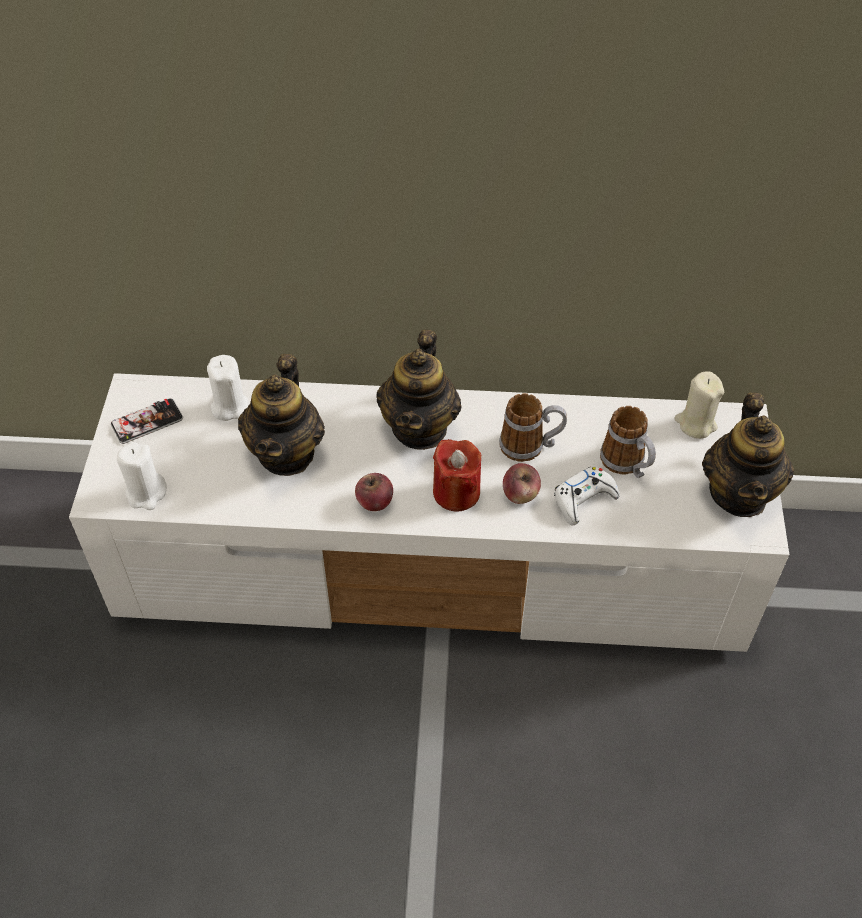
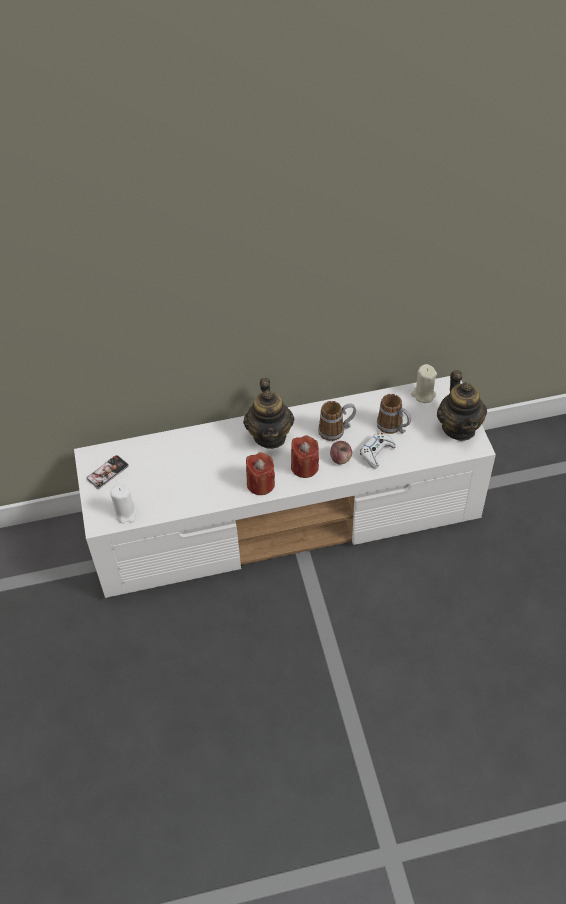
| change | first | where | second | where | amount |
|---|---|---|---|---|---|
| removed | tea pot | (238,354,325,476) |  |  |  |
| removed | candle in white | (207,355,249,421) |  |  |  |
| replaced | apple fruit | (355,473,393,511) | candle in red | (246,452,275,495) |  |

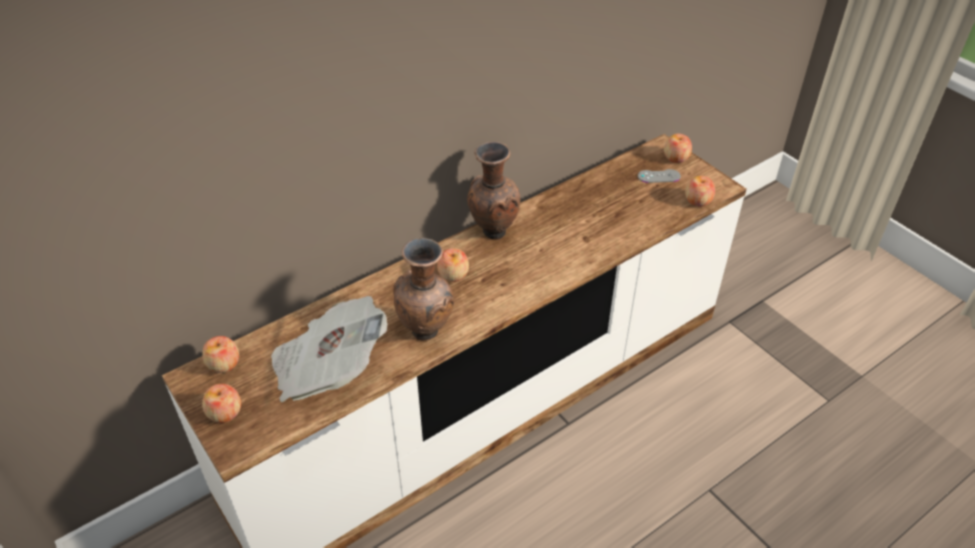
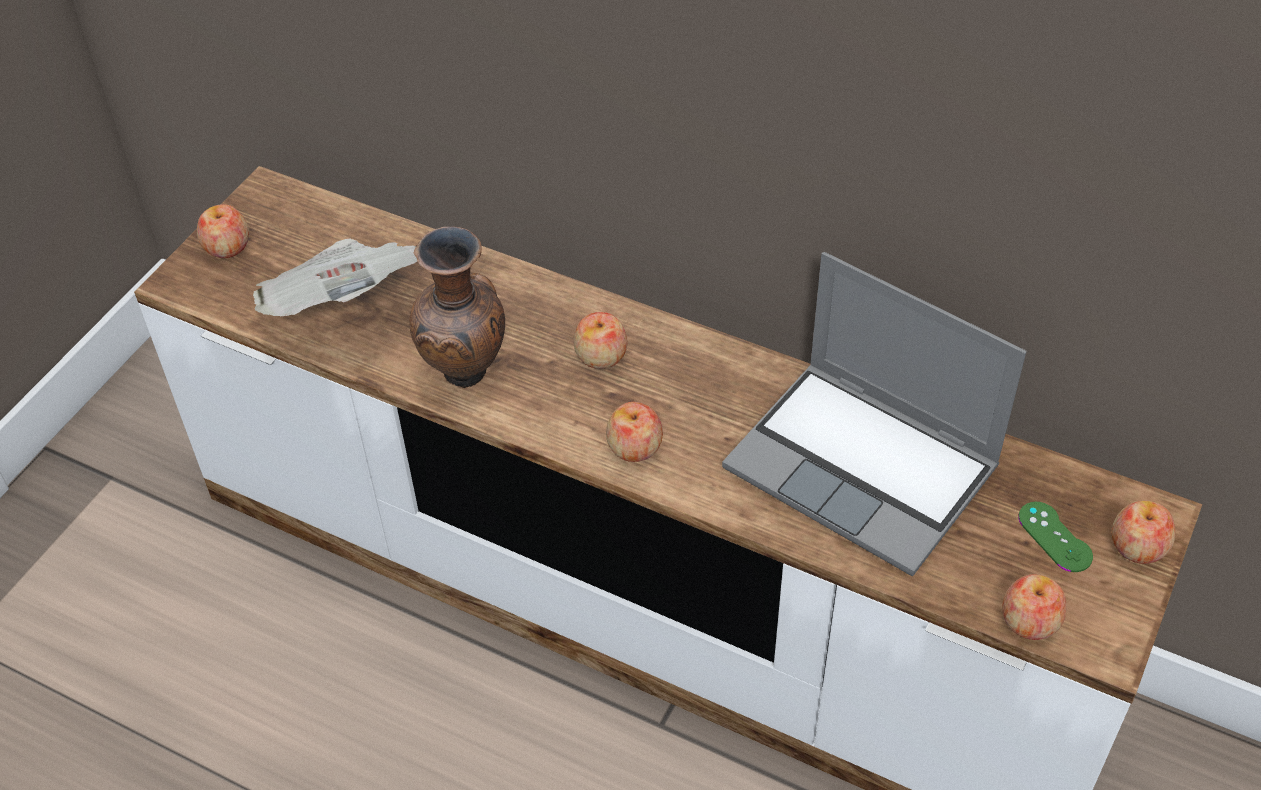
| change | first | where | second | where | amount |
|---|---|---|---|---|---|
| removed | flower vase in brown | (467,142,520,240) |  |  |  |
| recoloured | joypad in gray | (638,169,681,183) | joypad in green | (1018,502,1093,572) |  |
| moved | apple fruit | (202,336,239,373) |  | (606,402,663,462) |  |
| added |  |  | portable computer | (722,252,1026,576) |  |

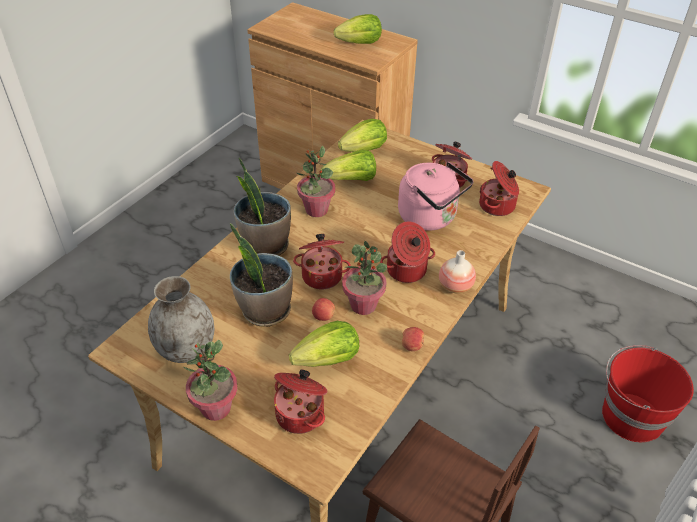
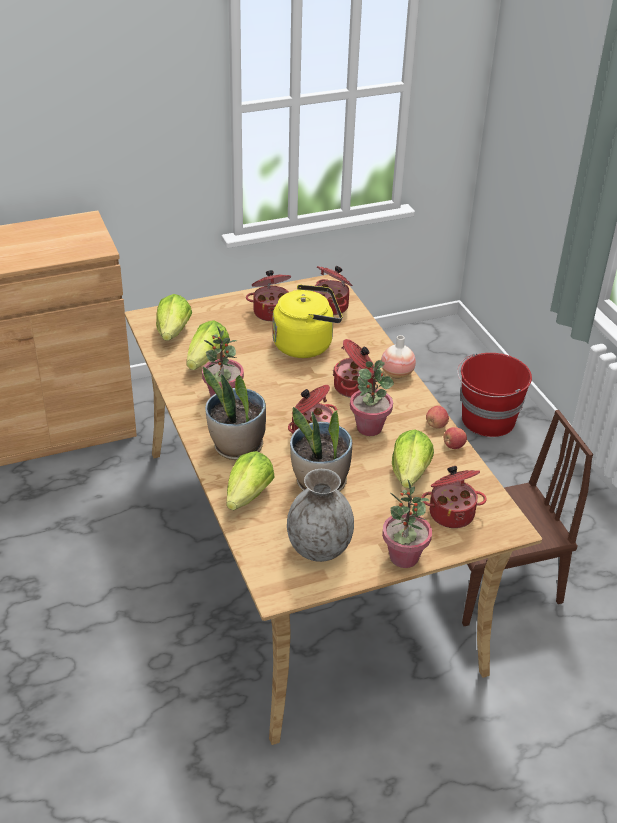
| change | first | where | second | where | amount |
|---|---|---|---|---|---|
| moved | lettuce | (334,14,382,44) |  | (226,451,275,510) |  |
| recoloured | tea kettle in pink-coloured | (398,162,473,231) | tea kettle in yellowish | (272,284,342,358) |  |
| moved | apple fruit | (312,298,335,321) |  | (444,427,467,449) |  |

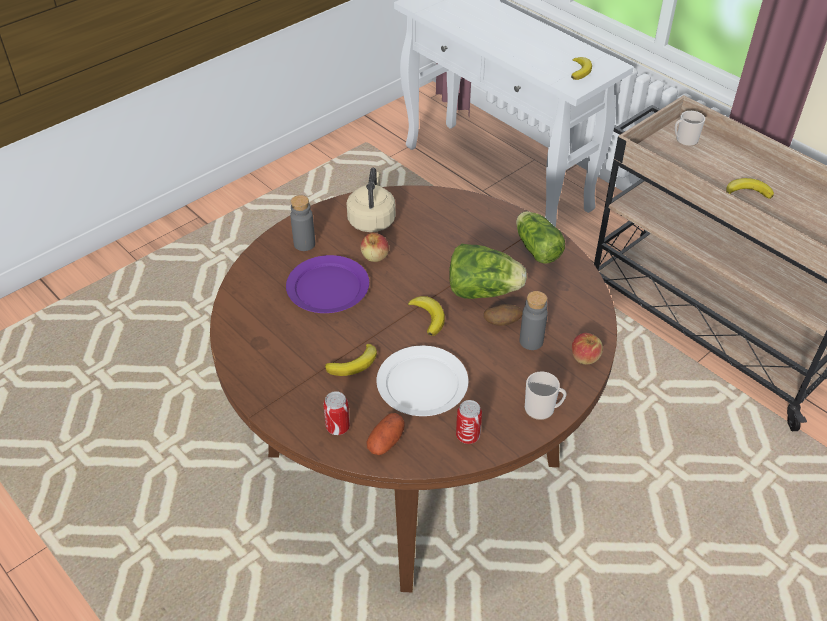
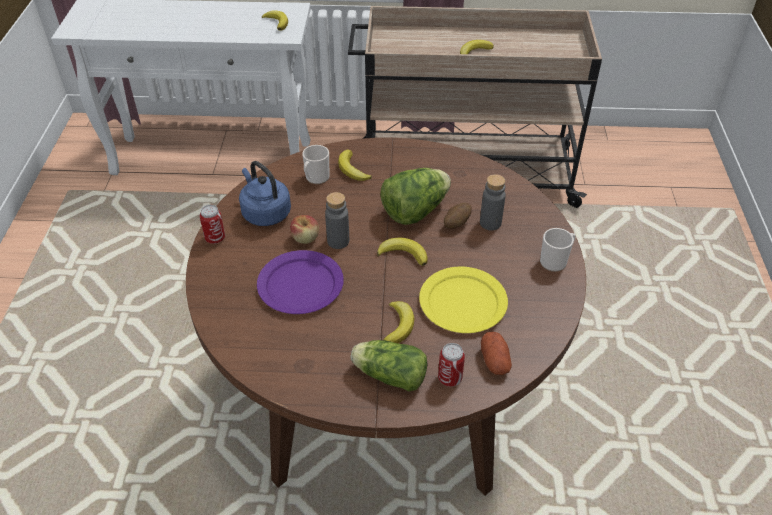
| change | first | where | second | where | amount |
|---|---|---|---|---|---|
| moved | mug | (675,111,705,146) |  | (302,145,329,184) |  |
| recoloured | tea kettle in beige | (346,168,396,232) | tea kettle in blue | (239,161,291,226) |  |
| moved | drink bottle in gray | (290,195,315,251) |  | (325,192,349,249) |  |
| moved | lettuce | (516,211,565,264) |  | (350,340,427,392) |  |
| removed | apple fruit | (572,333,603,364) |  |  |  |
| recoloured | dinner plate in white | (377,346,469,416) | dinner plate in yellowish | (419,267,508,333) |  |
| moved | metal can | (456,400,482,444) |  | (200,205,225,244) |  |
| added |  |  | whole banana | (338,150,372,181) |  |

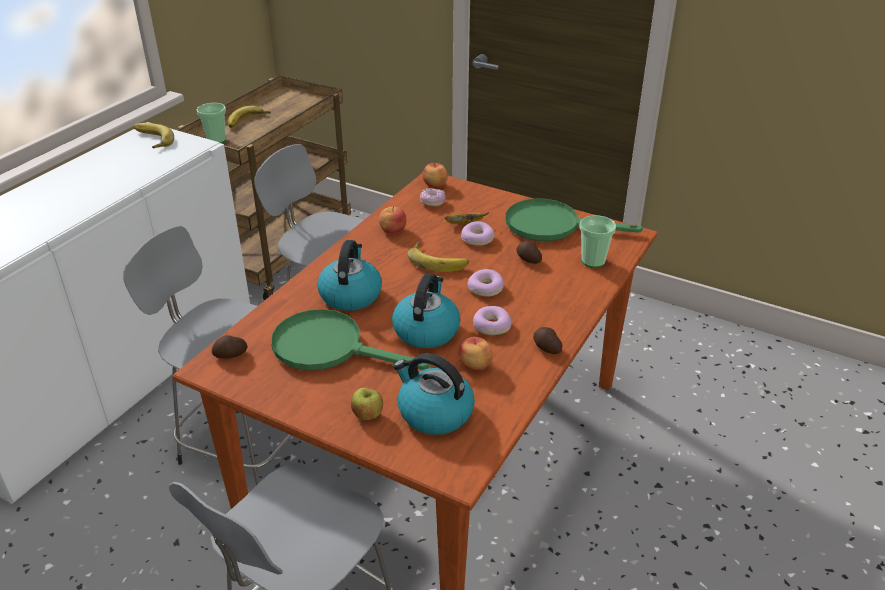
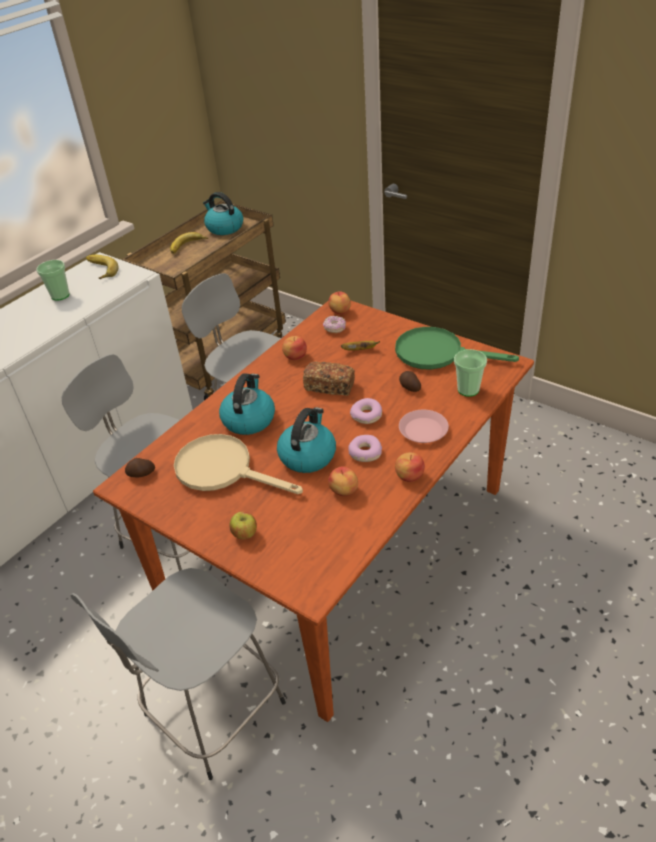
| change | first | where | second | where | amount |
|---|---|---|---|---|---|
| moved | cup | (197,103,226,143) |  | (37,260,70,300) |  |
| removed | ring doughnut | (461,221,495,246) |  |  |  |
| replaced | whole banana | (407,241,469,272) | bakery bread | (303,361,355,396) |  |
| recoloured | frying pan in green | (271,309,429,371) | frying pan in beige | (174,434,303,494) |  |
| replaced | potato | (533,327,563,354) | apple fruit | (395,452,425,482) |  |
| moved | tea kettle | (393,353,475,435) |  | (203,192,243,235) |  |
| added |  |  | dinner plate in pink-coloured | (399,410,449,443) |  |

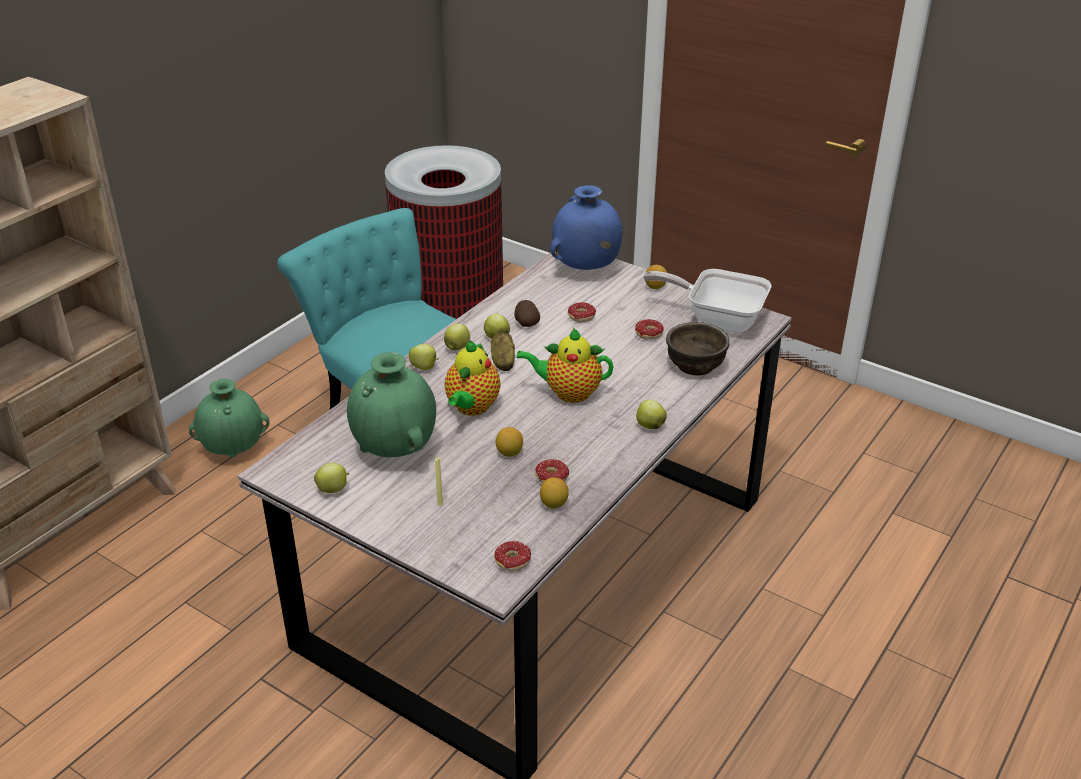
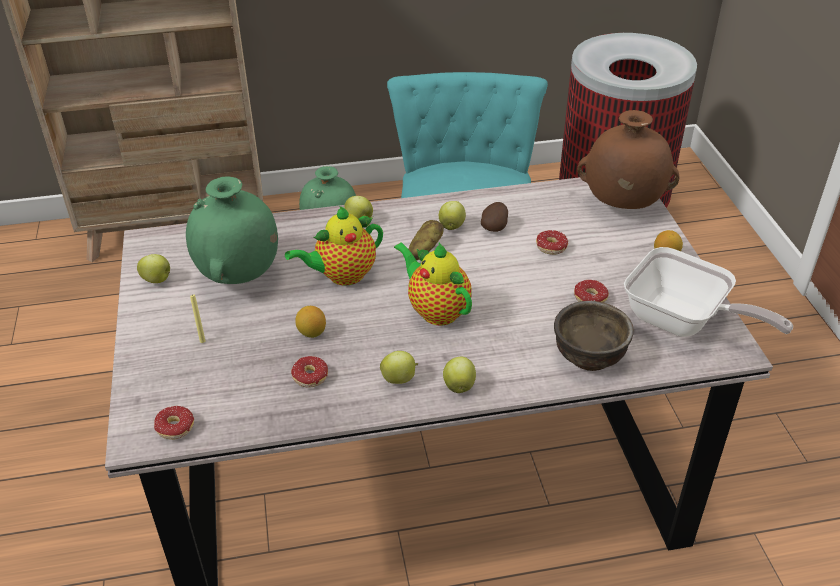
| change | first | where | second | where | amount |
|---|---|---|---|---|---|
| recoloured | flower vase in blue | (550,185,623,270) | flower vase in brown | (577,110,679,209) |  |
| turned | frying pan | (643,269,772,333) |  | (624,247,793,337) | 150 degrees clockwise |
| moved | apple fruit | (444,324,470,350) |  | (380,351,418,384) |  |
| removed | lemon | (540,477,569,508) |  |  |  |

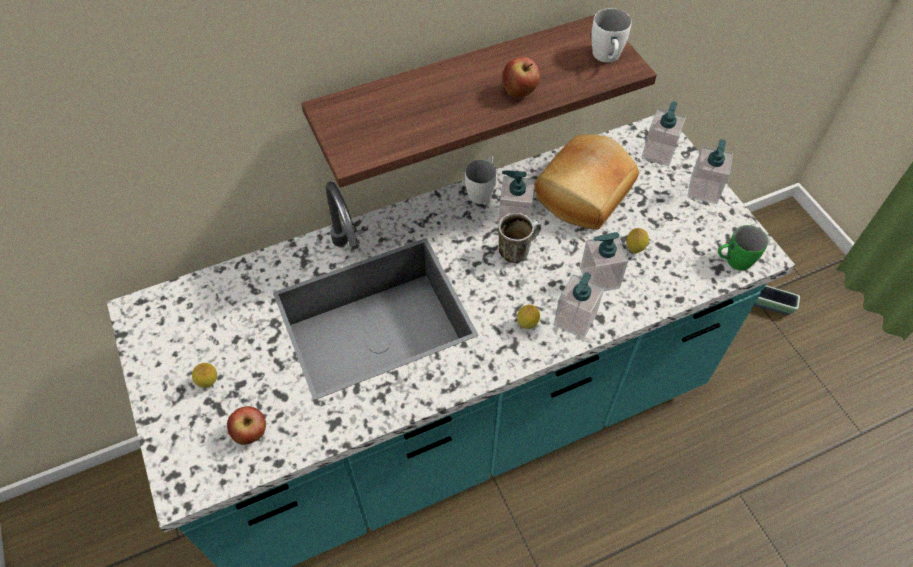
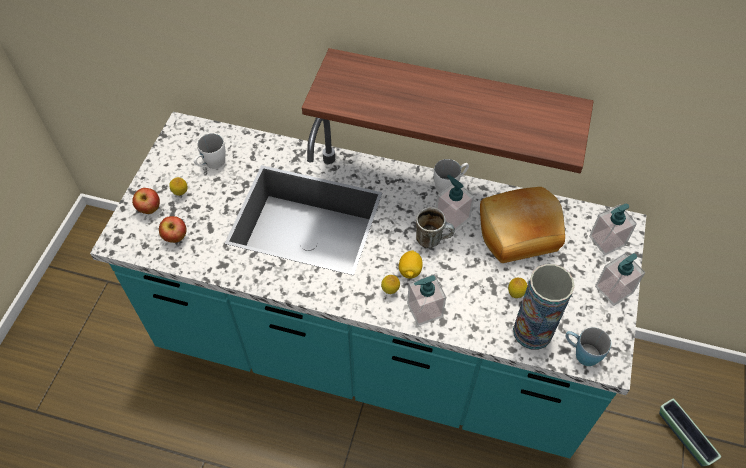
| change | first | where | second | where | amount |
|---|---|---|---|---|---|
| moved | mug in white | (592,8,632,62) |  | (194,133,226,169) |  |
| moved | apple fruit | (503,57,540,97) |  | (132,188,160,214) |  |
| recoloured | mug in green | (718,225,768,271) | mug in blue | (565,327,611,366) |  |
| removed | soap dispenser | (580,232,629,292) |  |  |  |
| added |  |  | lemon | (399,251,423,279) |  |
| added |  |  | flower vase | (513,264,575,350) |  |

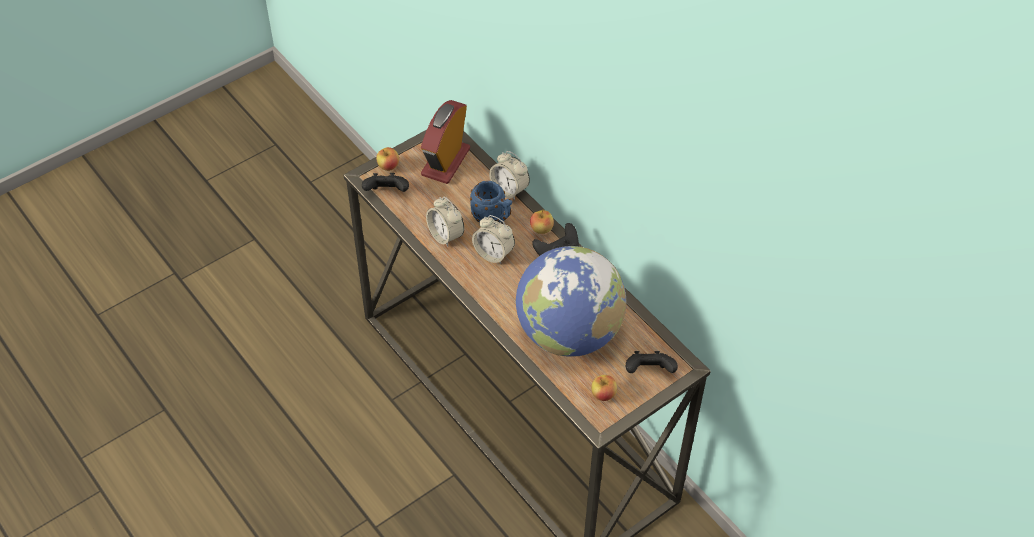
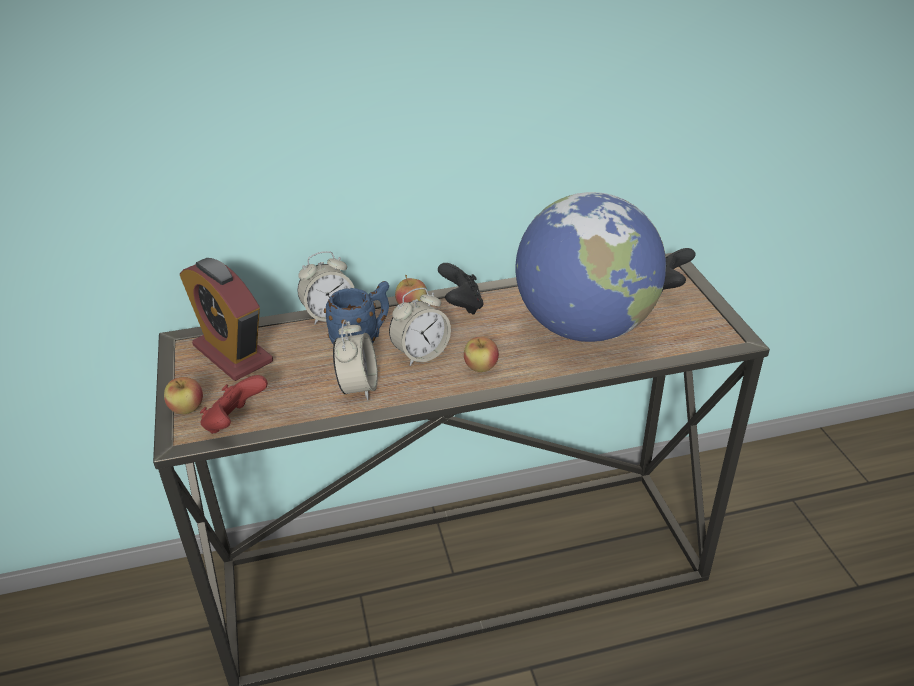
| change | first | where | second | where | amount |
|---|---|---|---|---|---|
| recoloured | joypad in blackish | (362,173,409,192) | joypad in red | (200,375,268,434) |  |
| turned | table clock | (426,197,464,247) |  | (333,320,378,400) | 75 degrees counterclockwise |
| moved | apple fruit | (591,375,617,401) |  | (464,337,499,372) |  |

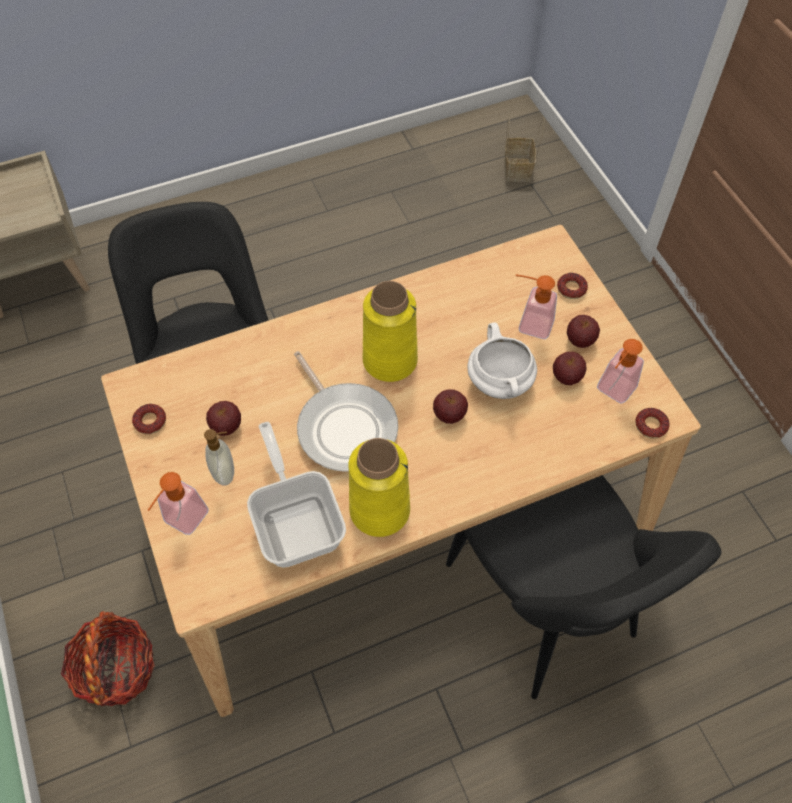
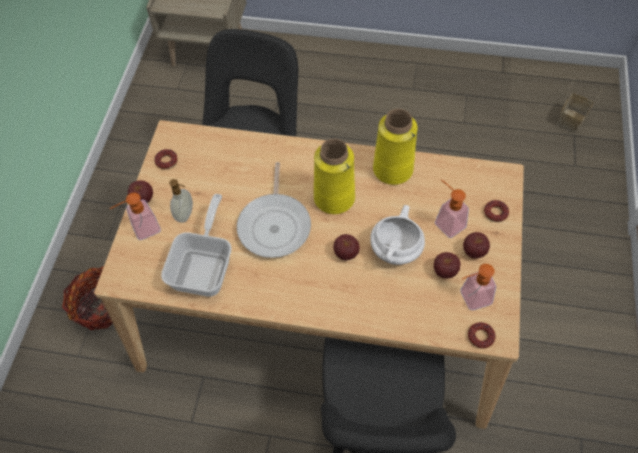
| change | first | where | second | where | amount |
|---|---|---|---|---|---|
| moved | apple fruit | (206,401,241,436) |  | (128,181,153,203) |  |
| moved | flower vase in yellowish | (348,438,410,537) |  | (373,109,418,185) |  |

